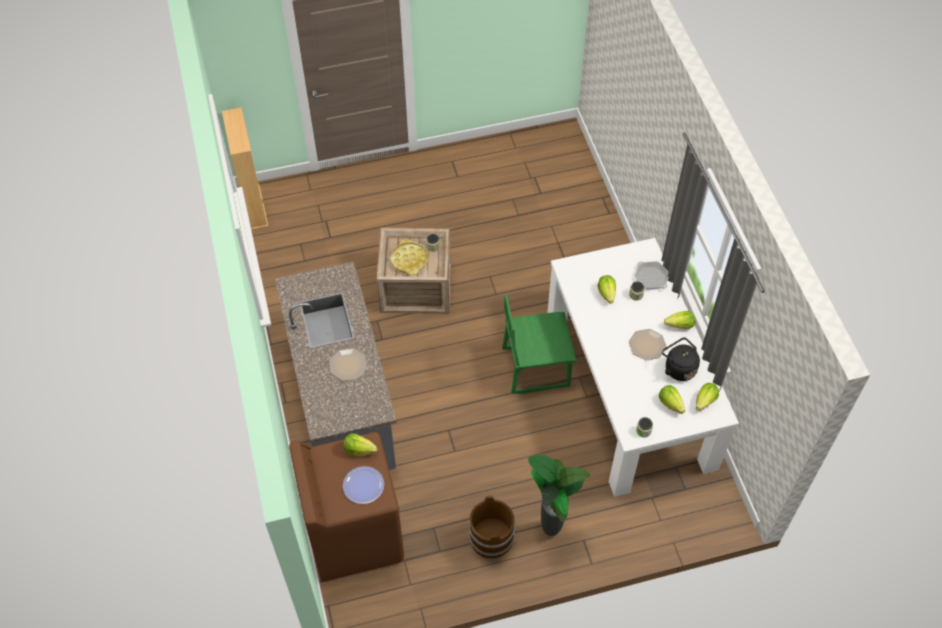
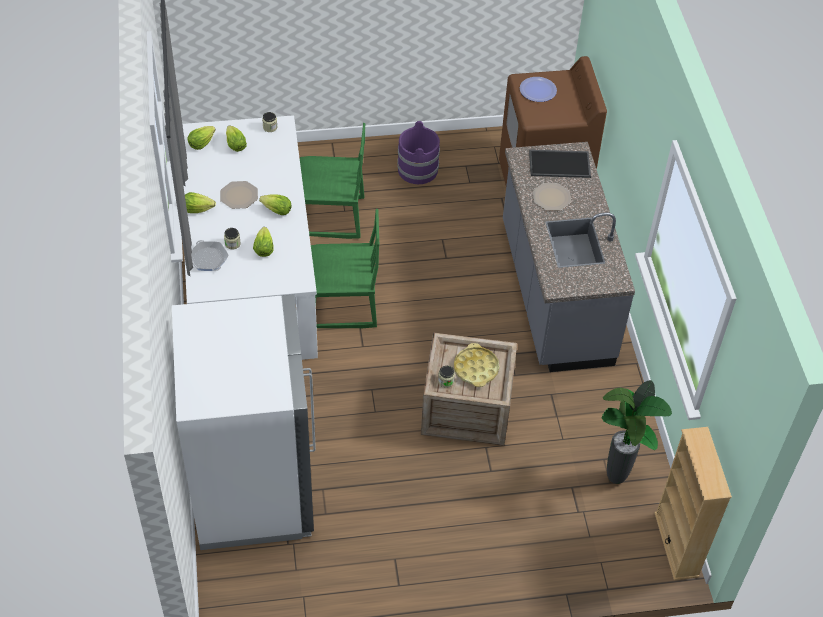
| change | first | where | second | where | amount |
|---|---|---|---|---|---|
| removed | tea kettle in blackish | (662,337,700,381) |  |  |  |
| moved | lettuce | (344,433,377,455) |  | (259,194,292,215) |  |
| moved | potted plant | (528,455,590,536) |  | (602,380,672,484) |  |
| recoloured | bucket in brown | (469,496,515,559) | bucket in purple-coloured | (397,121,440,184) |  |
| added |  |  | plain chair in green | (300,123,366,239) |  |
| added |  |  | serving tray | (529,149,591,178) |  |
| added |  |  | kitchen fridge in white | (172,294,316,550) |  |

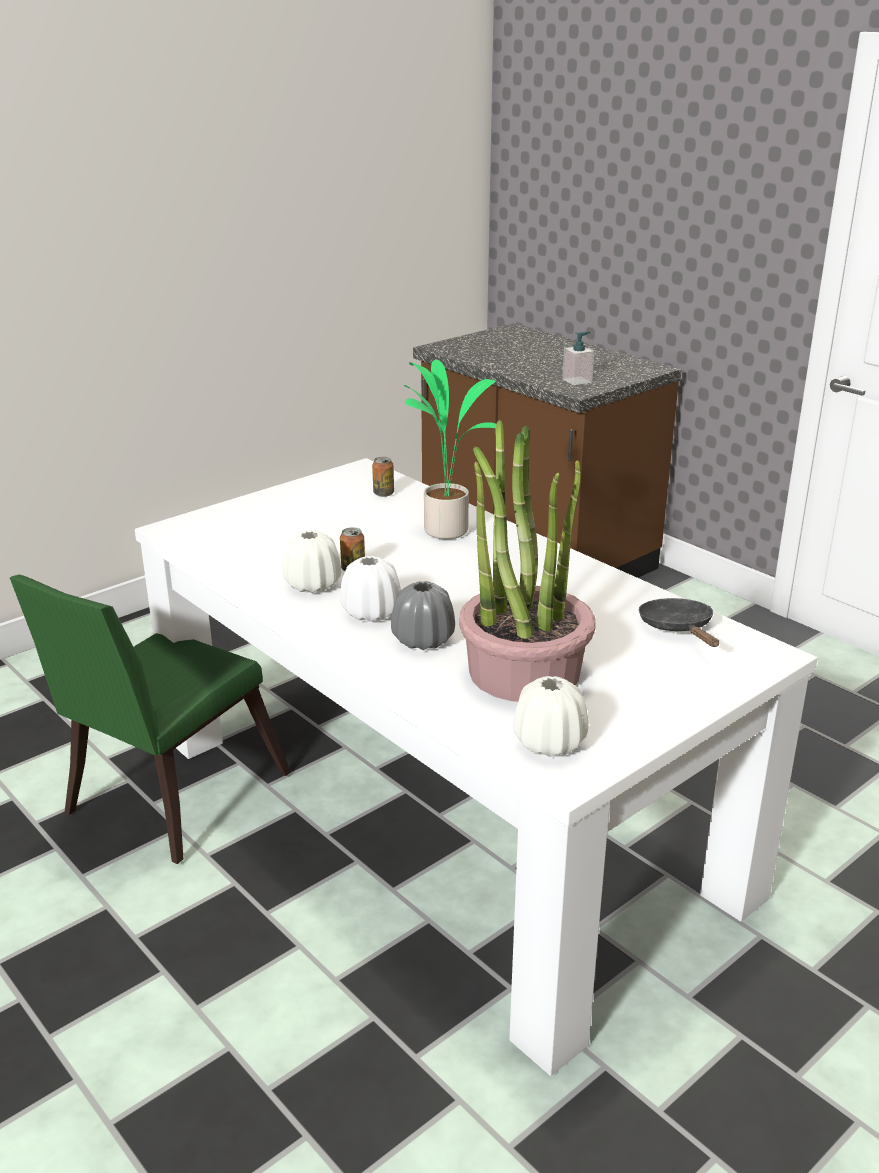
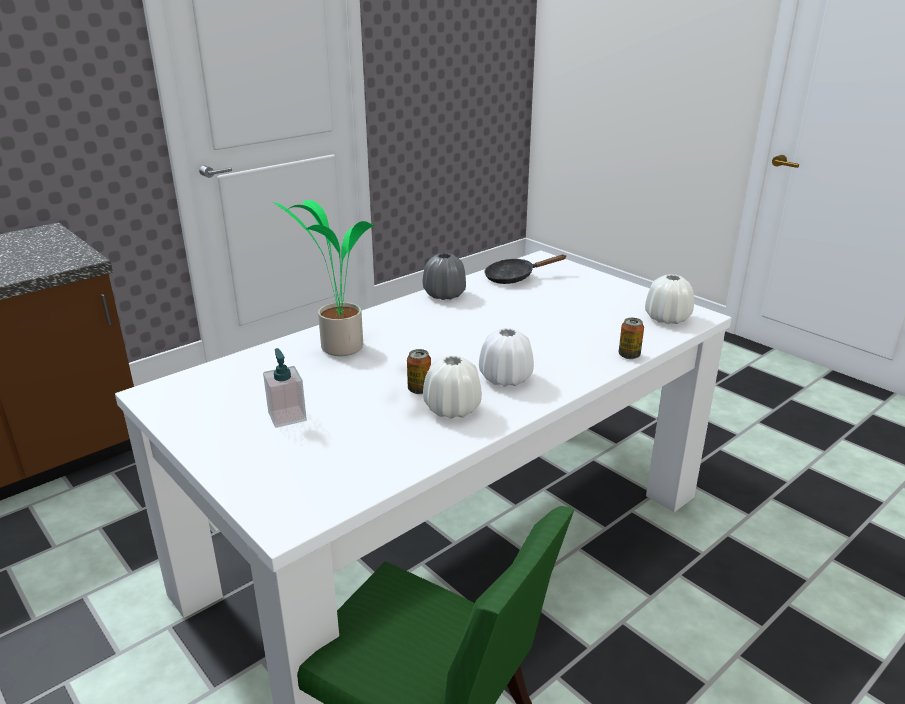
| change | first | where | second | where | amount |
|---|---|---|---|---|---|
| moved | soap dispenser | (562,331,594,385) |  | (263,348,307,428) |  |
| removed | potted plant | (459,420,596,702) |  |  |  |
| moved | metal can | (372,457,394,497) |  | (619,318,644,359) |  |
| moved | flower vase in gray | (391,581,455,650) |  | (423,253,466,300) |  |

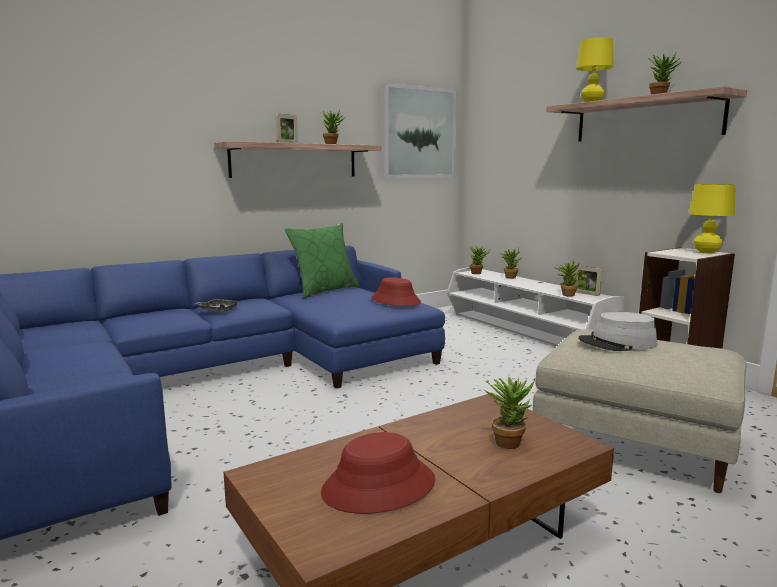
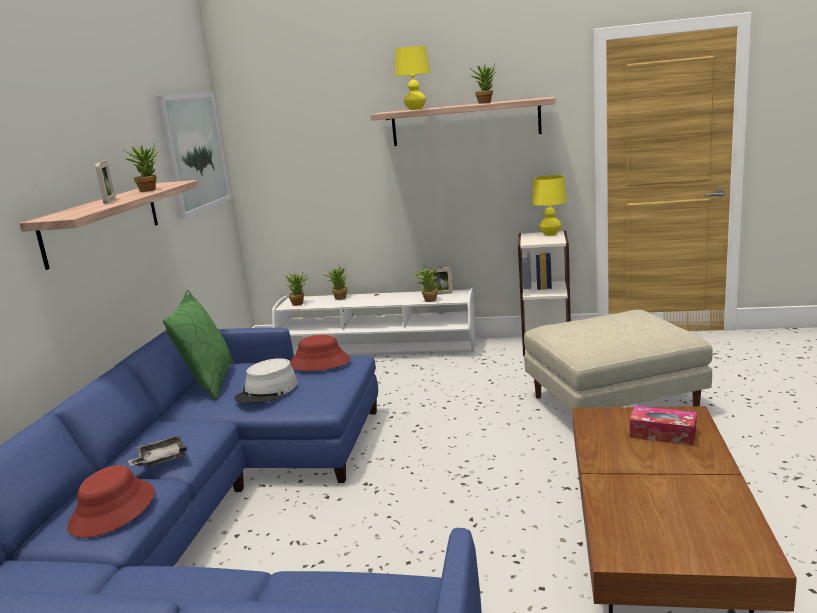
| change | first | where | second | where | amount |
|---|---|---|---|---|---|
| moved | wearable hat in gray | (578,312,658,351) |  | (234,358,298,403) |  |
| replaced | potted plant | (484,377,535,449) | box of tissues | (630,406,697,446) |  |
| moved | wearable hat in red | (321,432,435,514) |  | (67,465,155,538) |  |

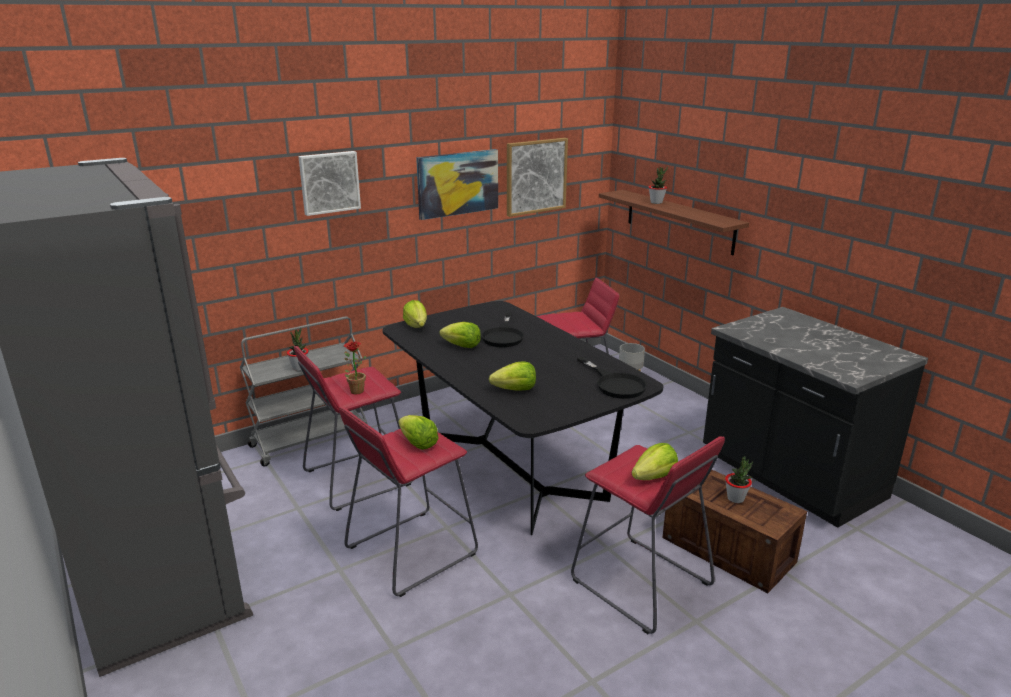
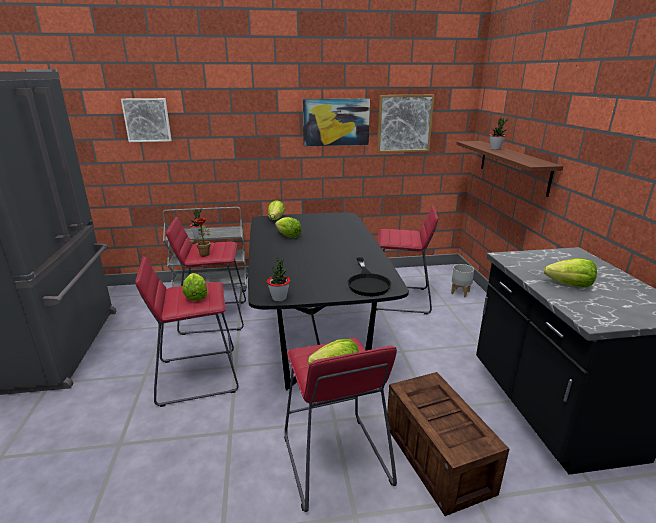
| change | first | where | second | where | amount |
|---|---|---|---|---|---|
| moved | picture | (298,151,361,216) |  | (121,98,172,142) |  |
| removed | frying pan in blackish | (481,313,524,347) |  |  |  |
| moved | lettuce | (489,362,536,391) |  | (544,258,597,288) |  |
| moved | potted plant | (725,456,753,503) |  | (267,258,290,301) |  |

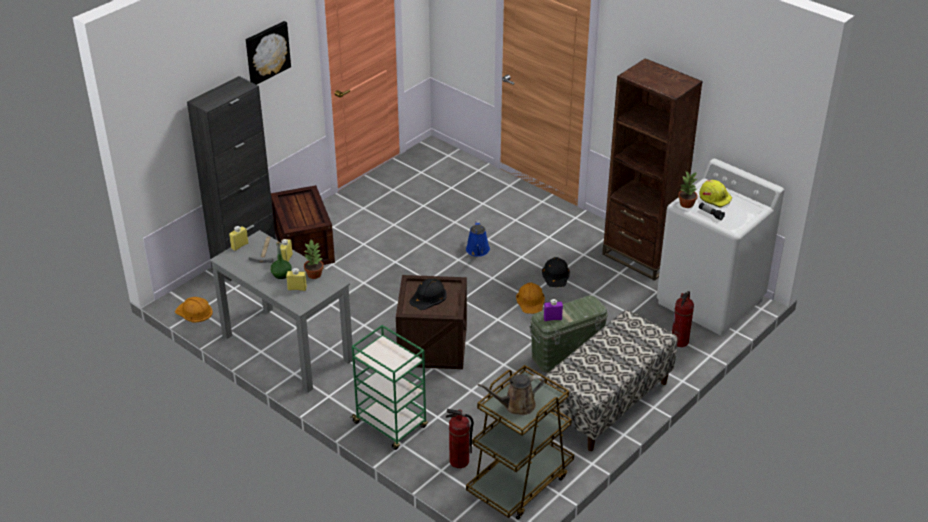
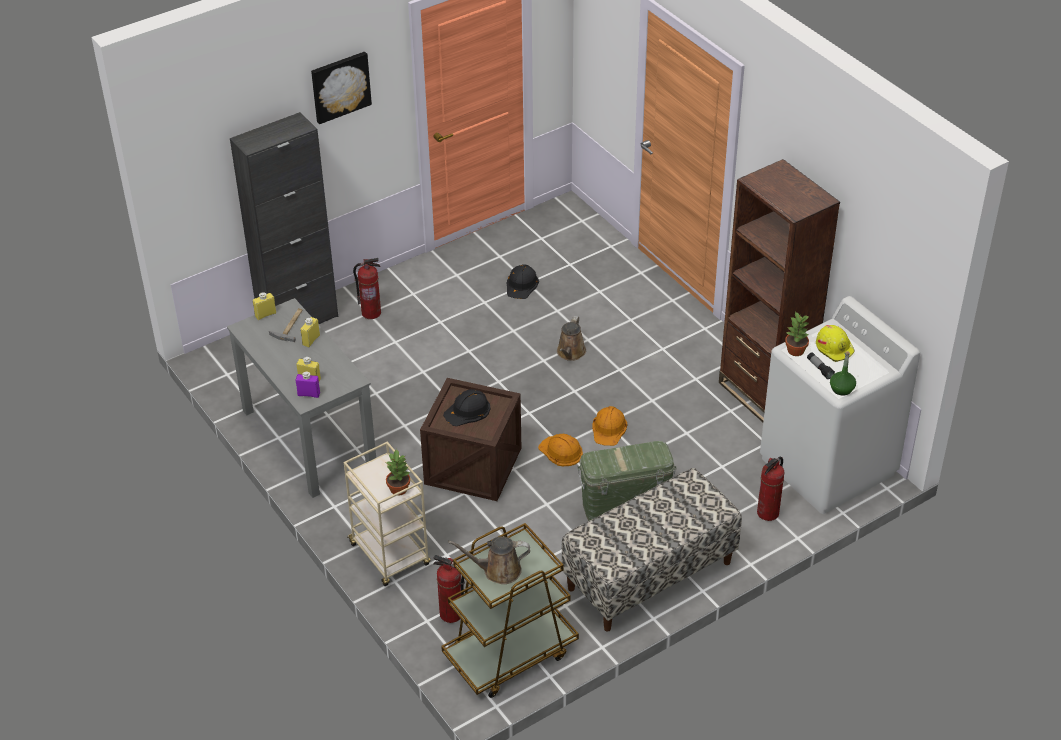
| change | first | where | second | where | amount |
|---|---|---|---|---|---|
| replaced | packing crate | (271,185,335,265) | fire extinguisher | (353,258,381,319) |  |
| recoloured | watering pot in blue | (466,220,490,257) | watering pot in brown | (557,316,586,361) |  |
| moved | potted plant | (304,240,324,279) |  | (386,449,411,496) |  |
| moved | drink bottle in green | (270,242,292,279) |  | (830,351,856,396) |  |
| moved | safety helmet in blackish | (542,257,570,287) |  | (507,264,539,299) |  |
| moved | safety helmet in orange-coloured | (175,297,213,323) |  | (538,434,583,466) |  |
| moved | drink bottle in purple-coloured | (544,299,563,321) |  | (296,372,320,398) |  |
| recoloured | trolley in green | (350,325,428,450) | trolley in beige | (344,442,430,586) |  |

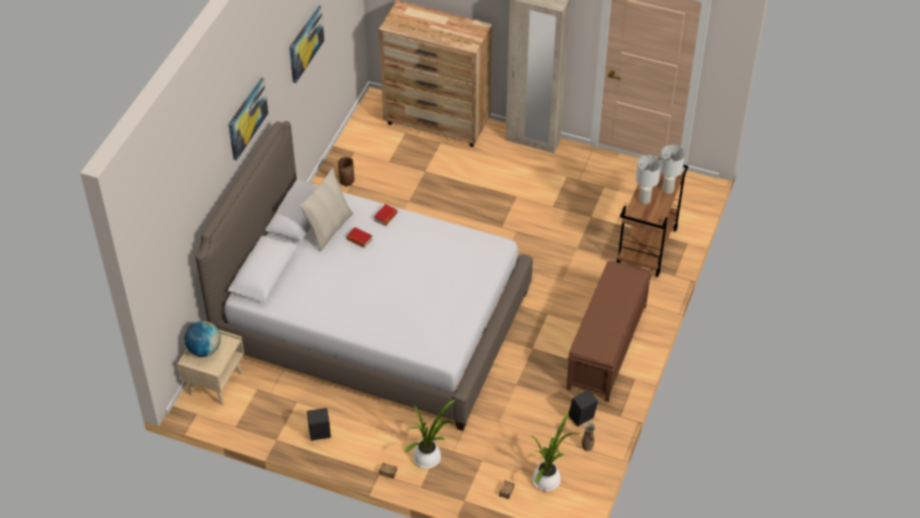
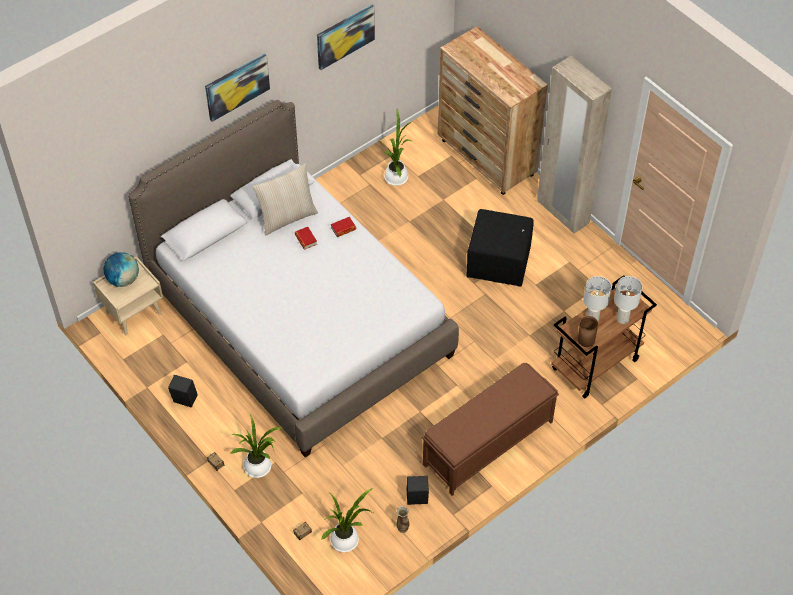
| change | first | where | second | where | amount |
|---|---|---|---|---|---|
| moved | flower vase in brown | (338,157,354,186) |  | (578,316,598,347) |  |
| added |  |  | potted plant | (380,109,412,186) |  |
| added |  |  | ottoman in blackish | (466,209,534,287) |  |

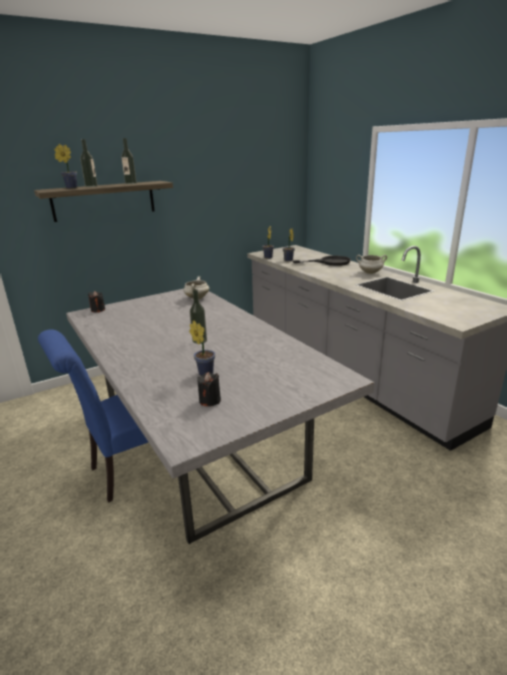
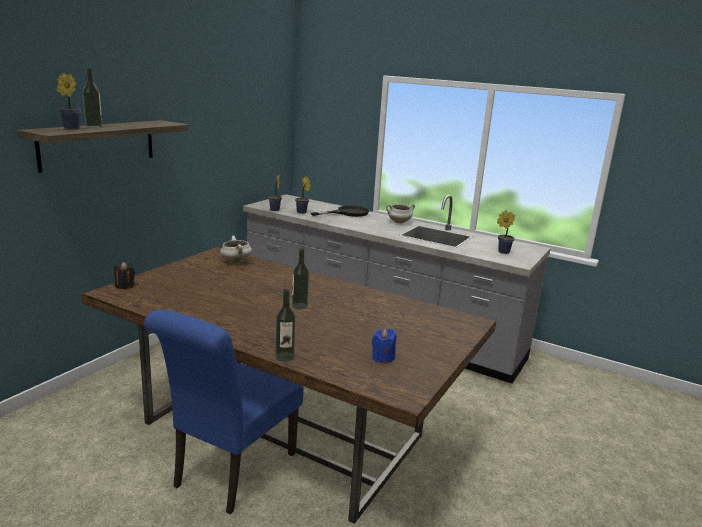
| change | first | where | second | where | amount |
|---|---|---|---|---|---|
| moved | drink bottle | (121,138,137,184) |  | (275,289,296,362) |  |
| recoloured | kitchen table in gray | (66,289,375,544) | kitchen table in brown | (82,247,496,524) |  |
| moved | potted plant | (189,320,215,376) |  | (497,210,515,254) |  |
| recoloured | candle in blackish | (197,372,221,406) | candle in blue | (372,328,396,363) |  |

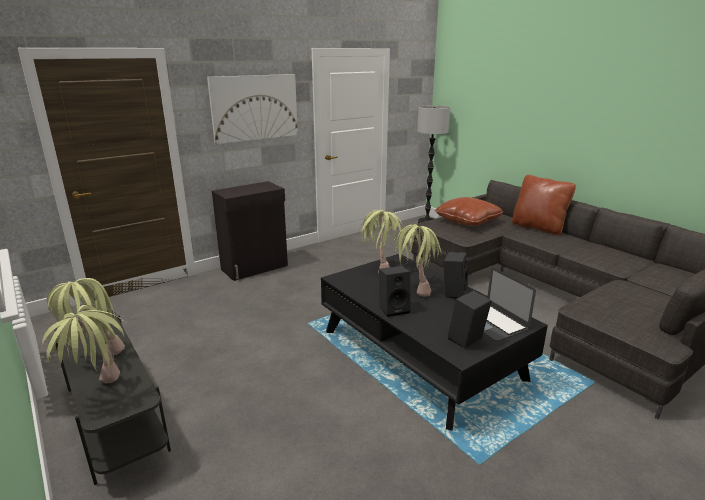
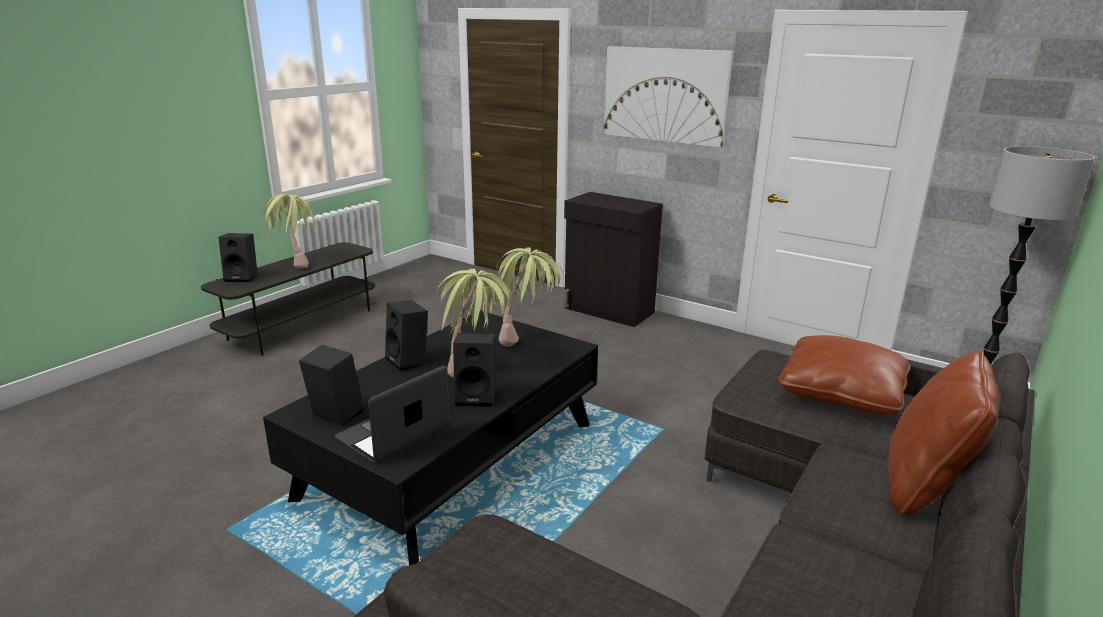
| change | first | where | second | where | amount |
|---|---|---|---|---|---|
| replaced | potted plant | (42,305,129,384) | audio speaker in blackish | (218,233,258,282) |  |

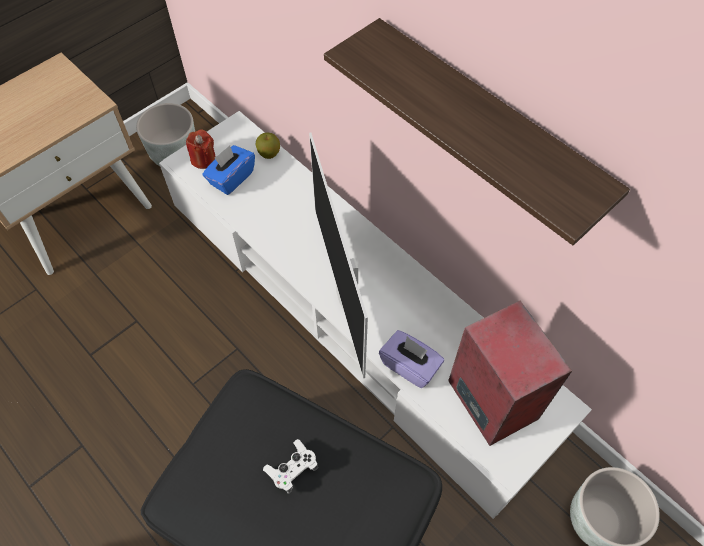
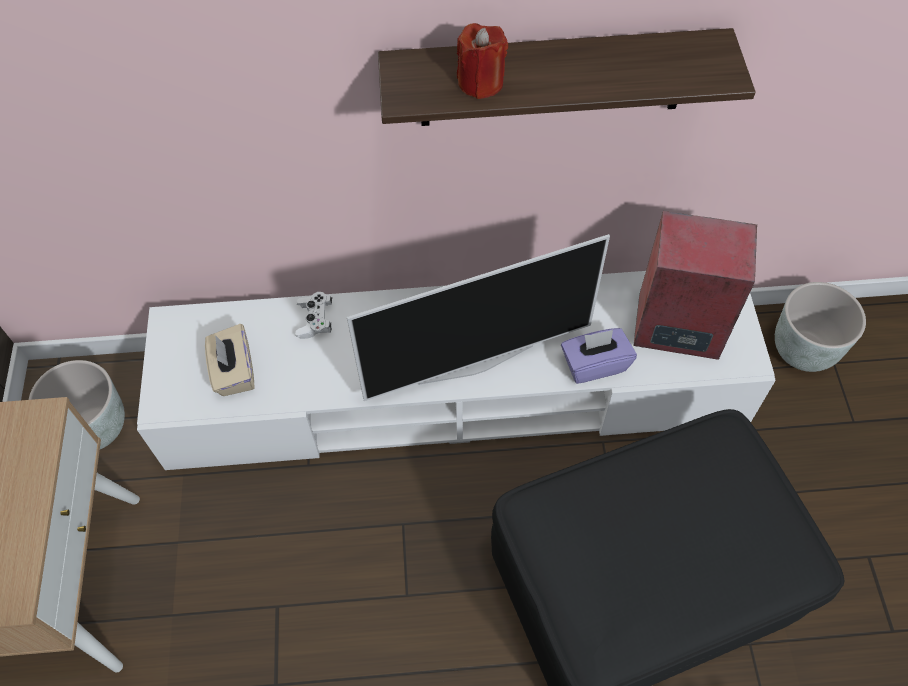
| change | first | where | second | where | amount |
|---|---|---|---|---|---|
| moved | candle in red | (186,130,216,169) |  | (457,23,508,99) |  |
| removed | apple fruit | (255,133,280,159) |  |  |  |
| turned | television | (309,133,368,378) |  | (347,234,610,401) | 45 degrees counterclockwise |
| recoloured | box of tissues in blue | (202,145,255,195) | box of tissues in beige | (205,324,255,396) |  |
| moved | joypad in white | (263,439,318,494) |  | (295,292,332,339) |  |

